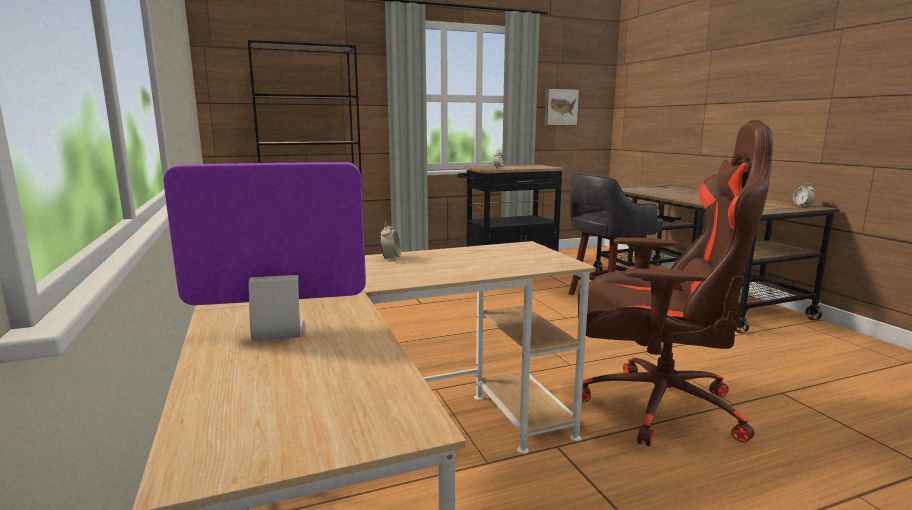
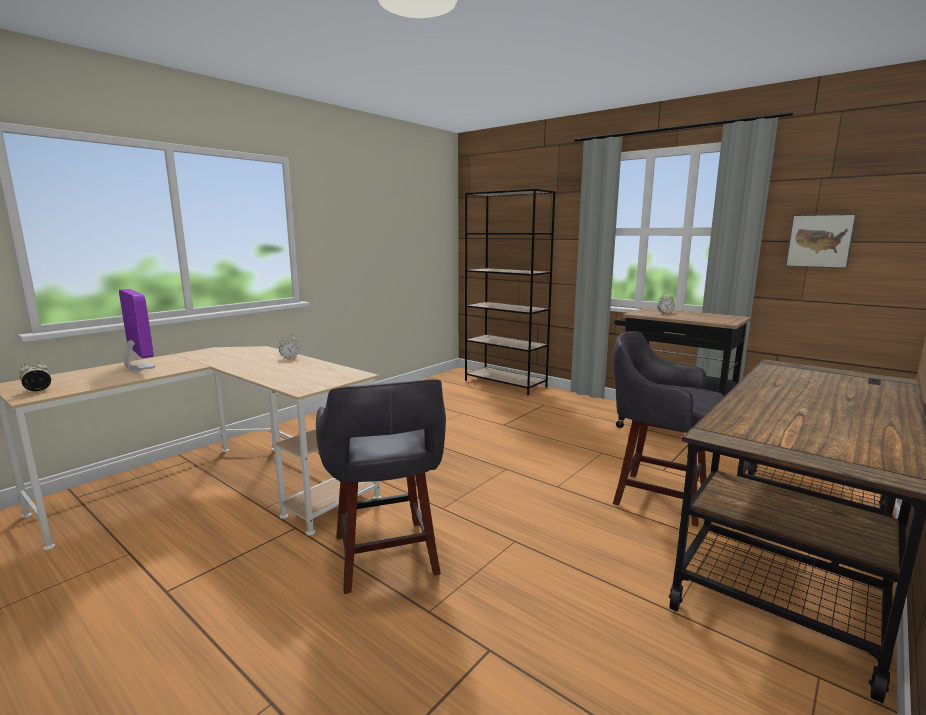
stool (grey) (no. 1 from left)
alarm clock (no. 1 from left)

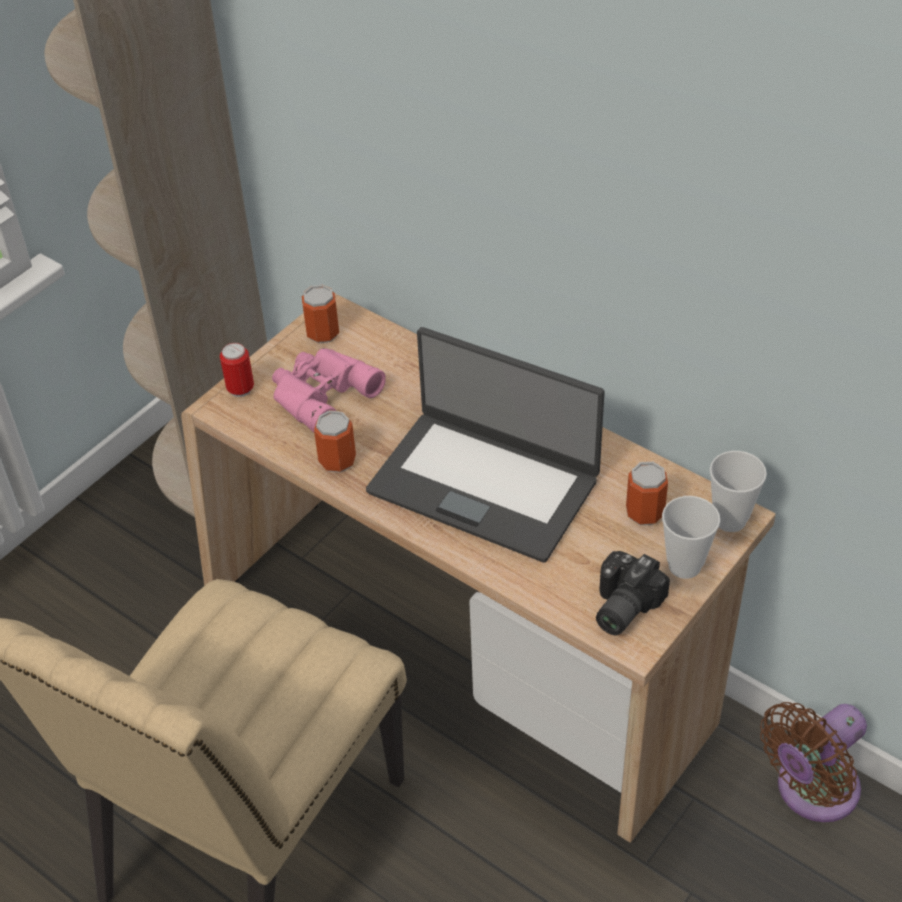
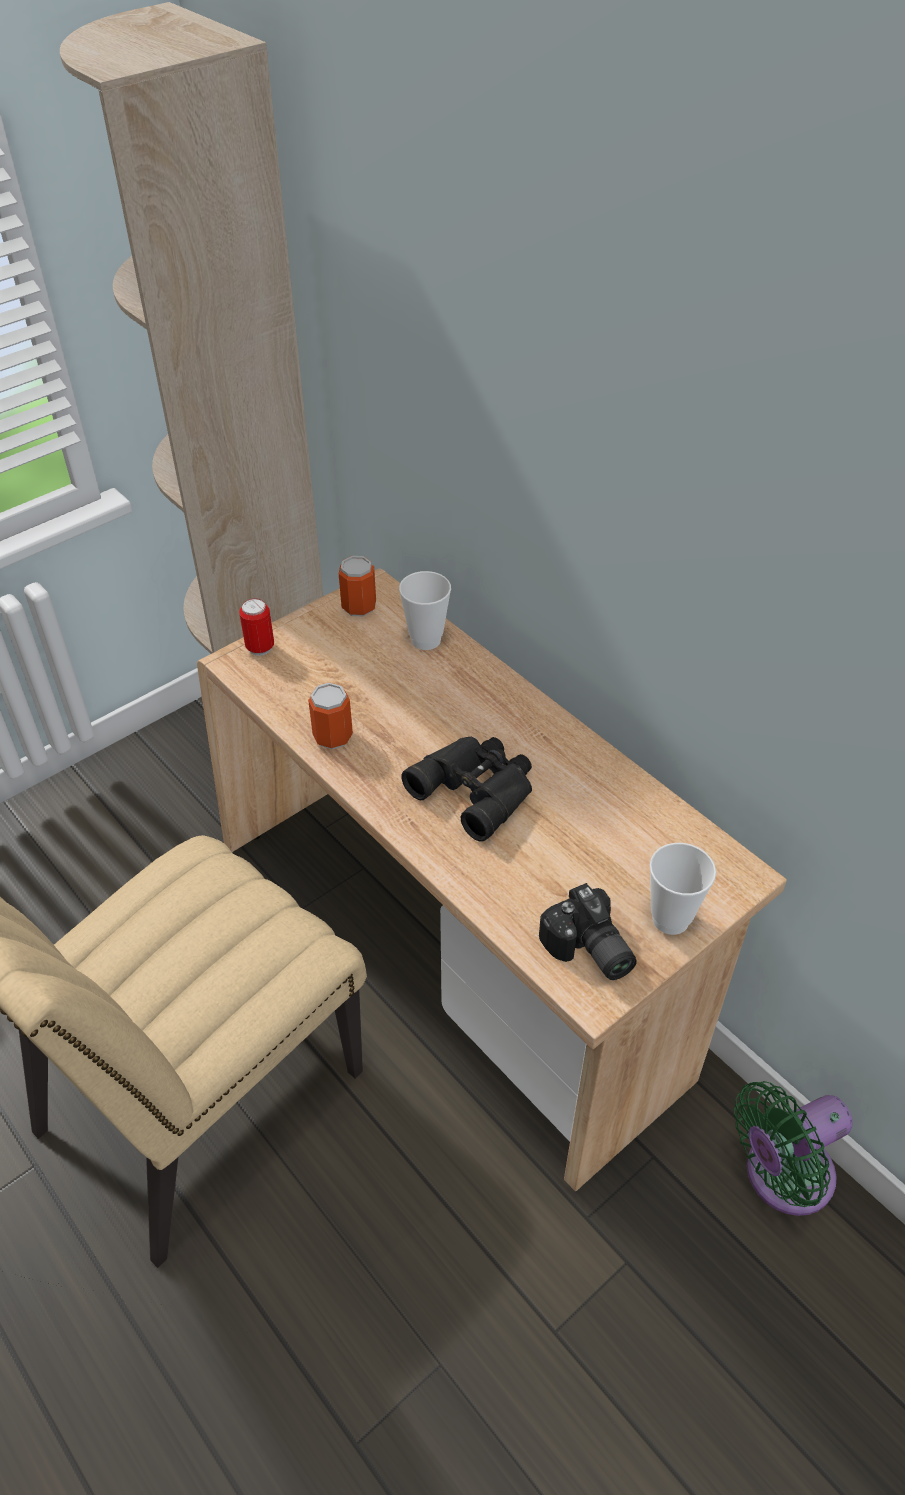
field glasses (pinkish)
field glasses (black)
still camera
can (no. 4 from left in the first image)
small cup (no. 1 from left)
electric fan (green)

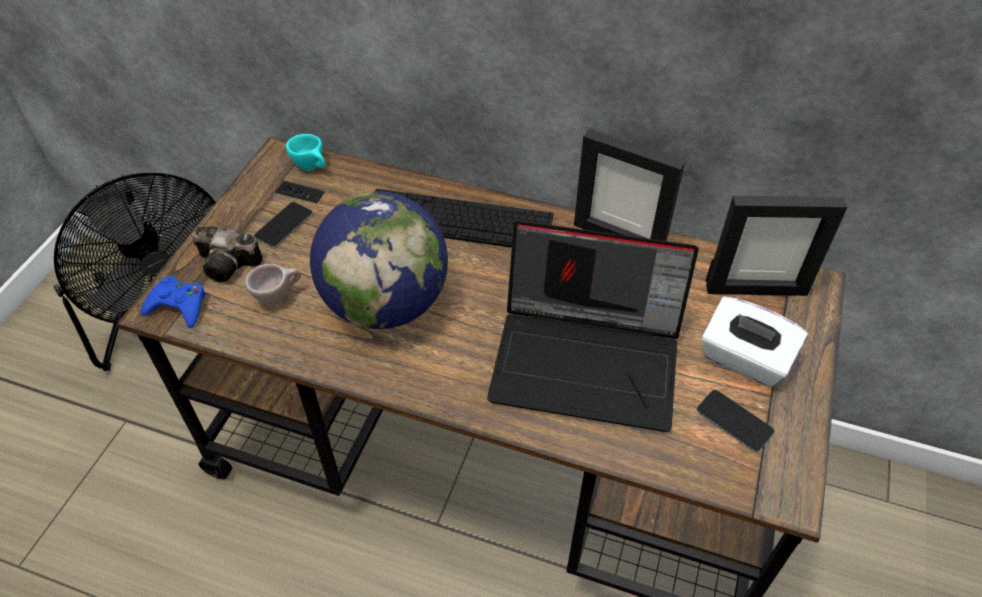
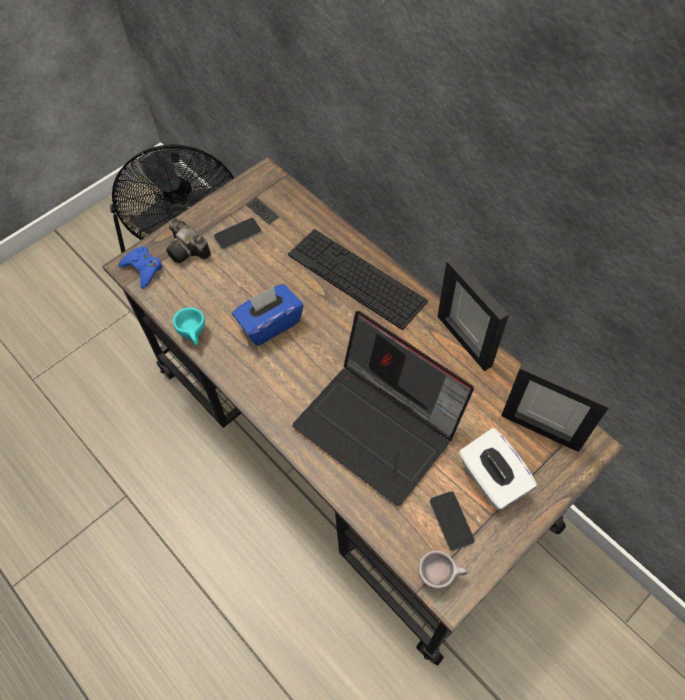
small cup (sand-coloured)
small cup (blue-green)
tissue box (blue)

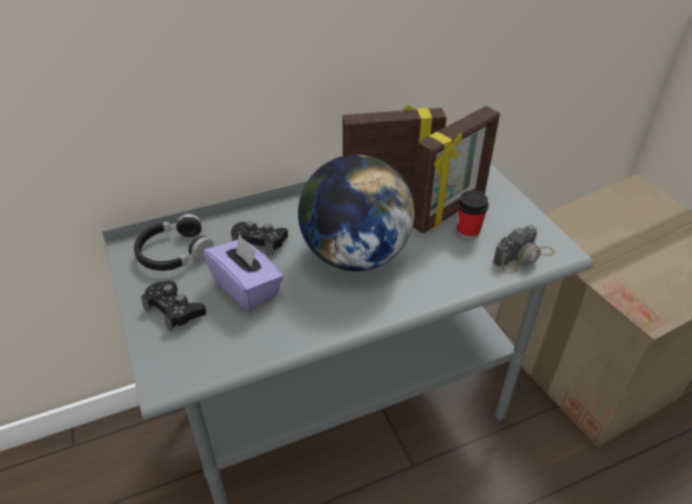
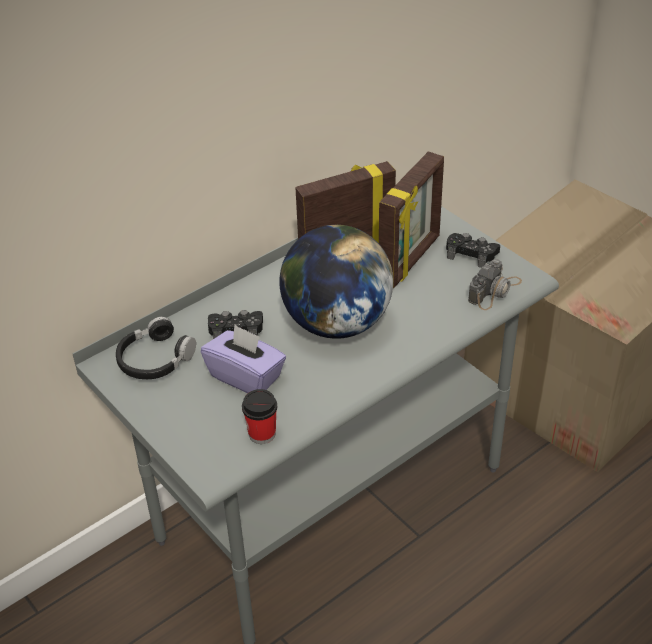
game controller (black) (no. 2 from left)
small cup

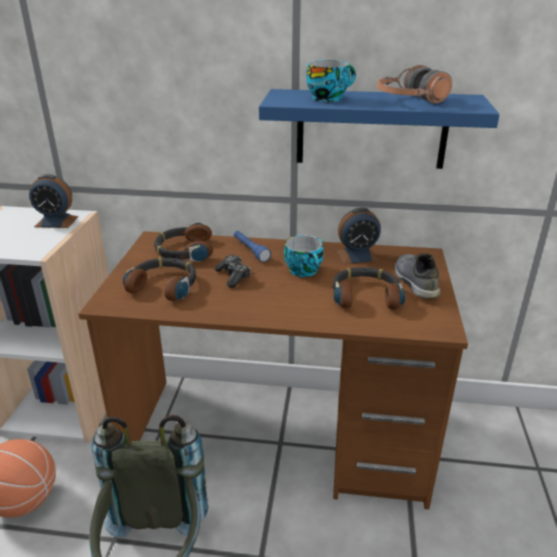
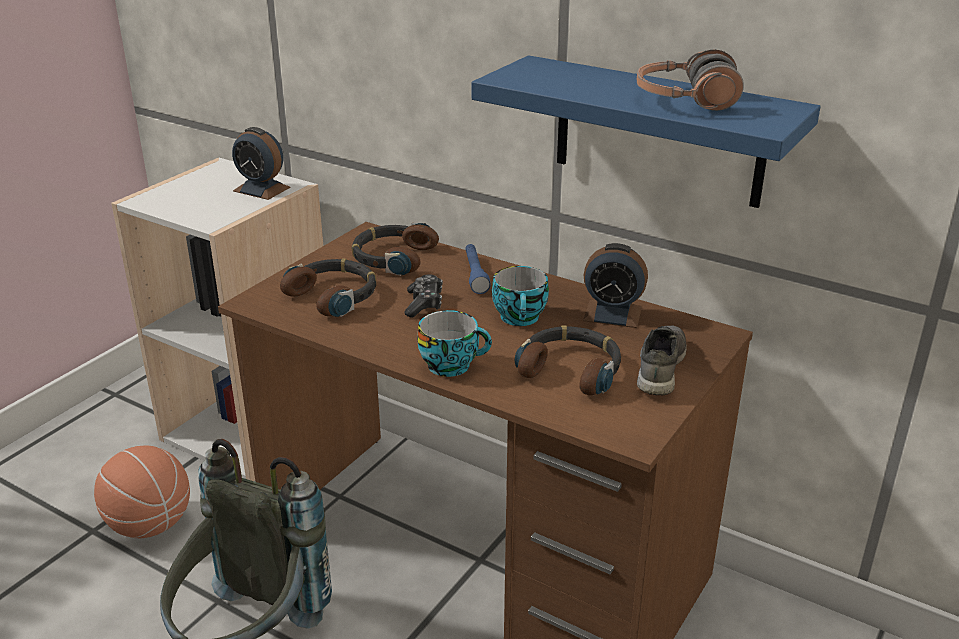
small cup (no. 1 from left)

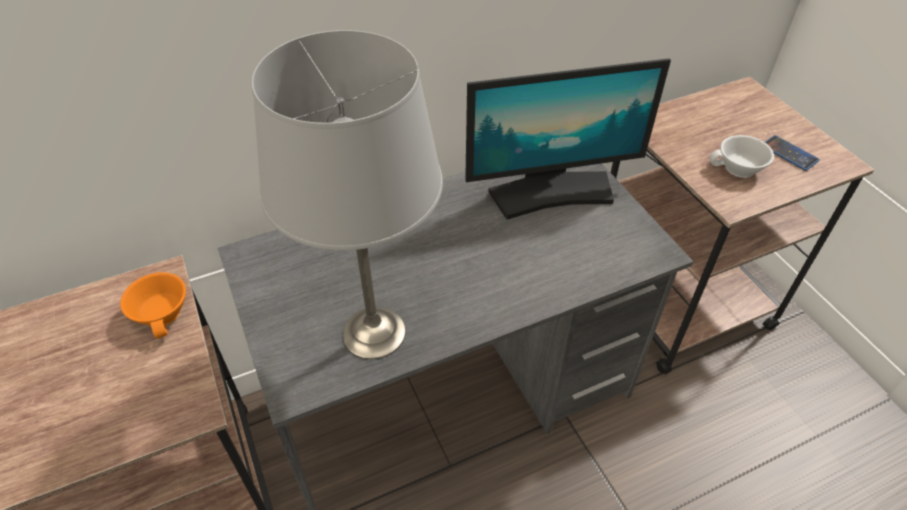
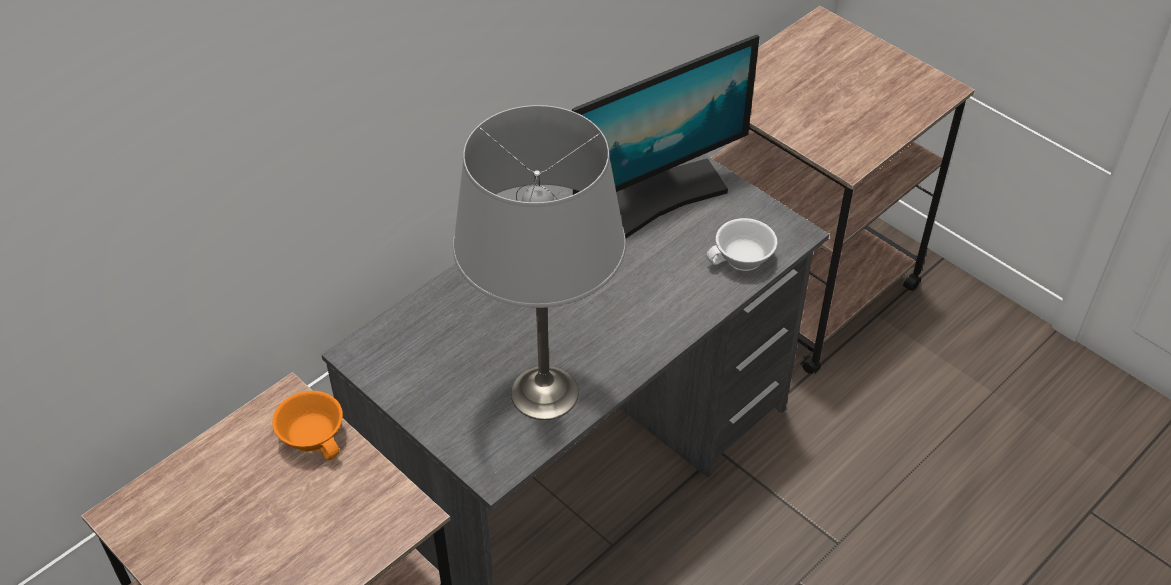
small cup (white)
phone

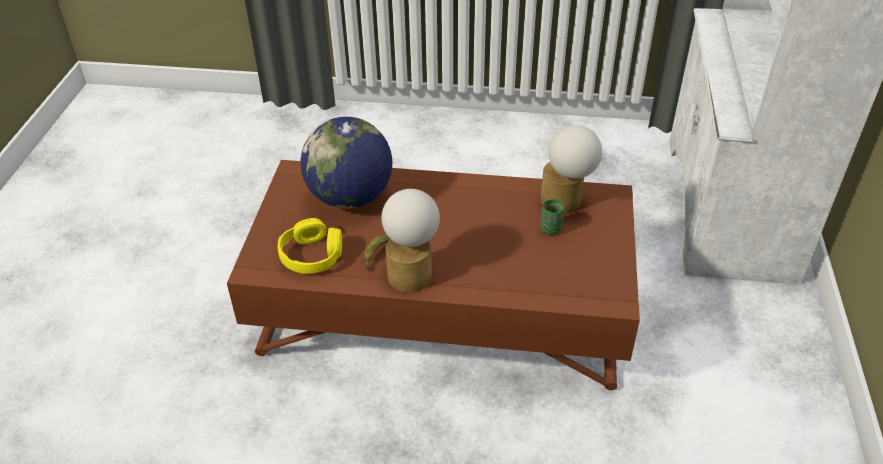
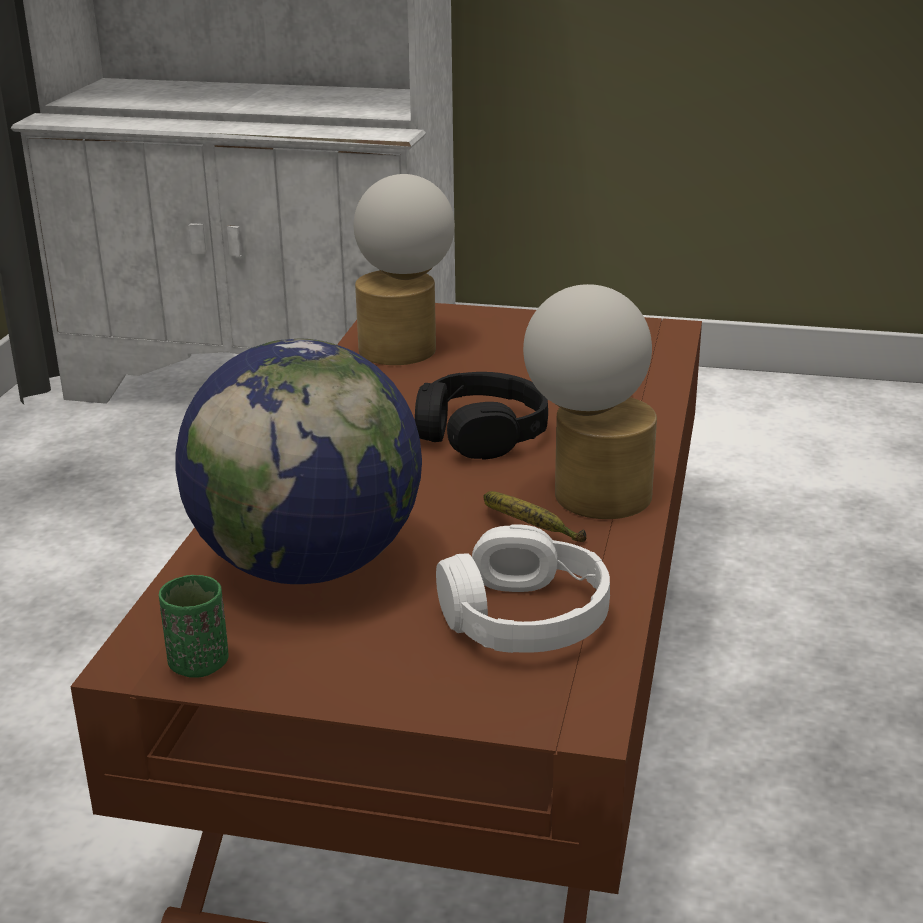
headphones (white)
small cup (green)
headphones (black)

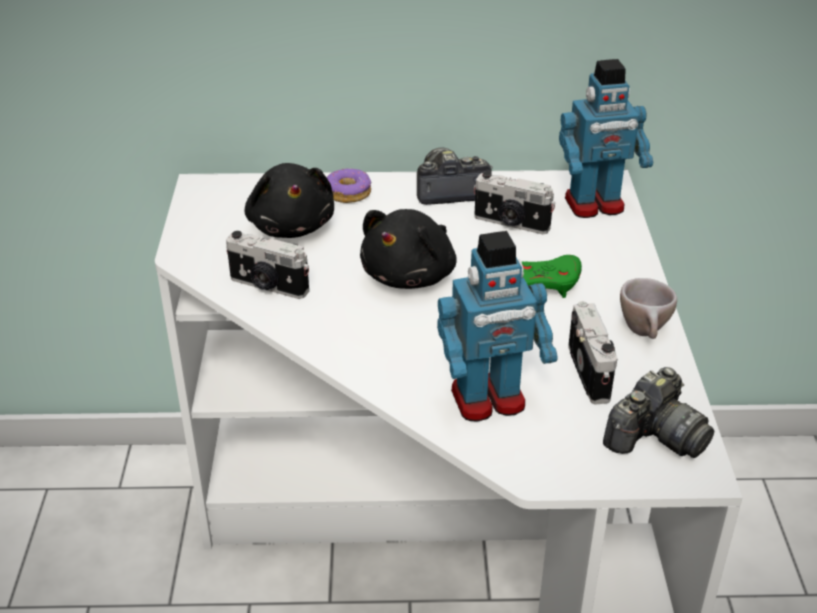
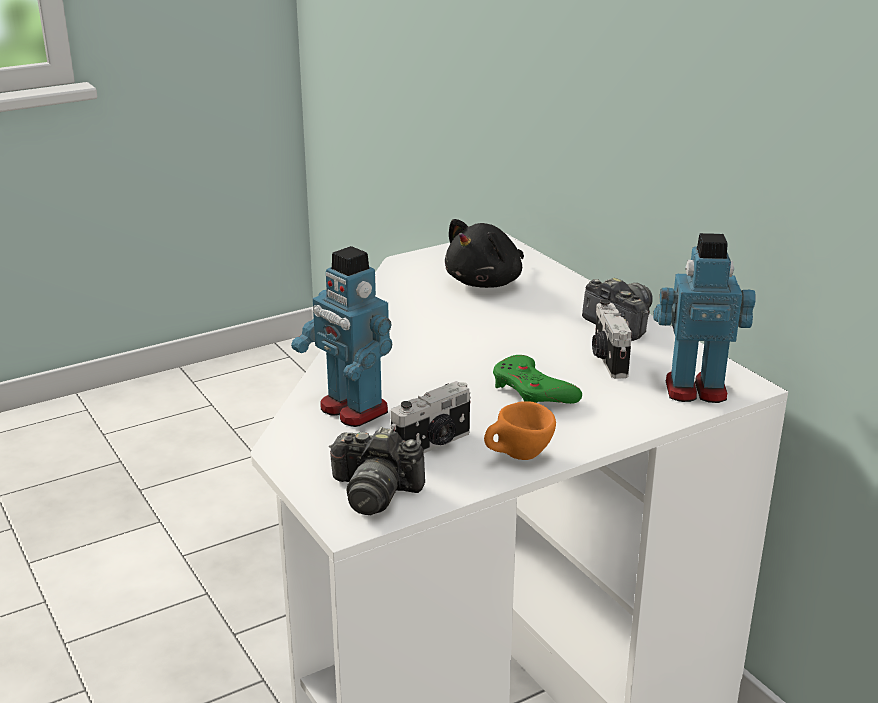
still camera (no. 1 from left in the first image)
donut
plush toy (black) (no. 2 from left in the first image)
model robot (no. 2 from left)
small cup (orange)

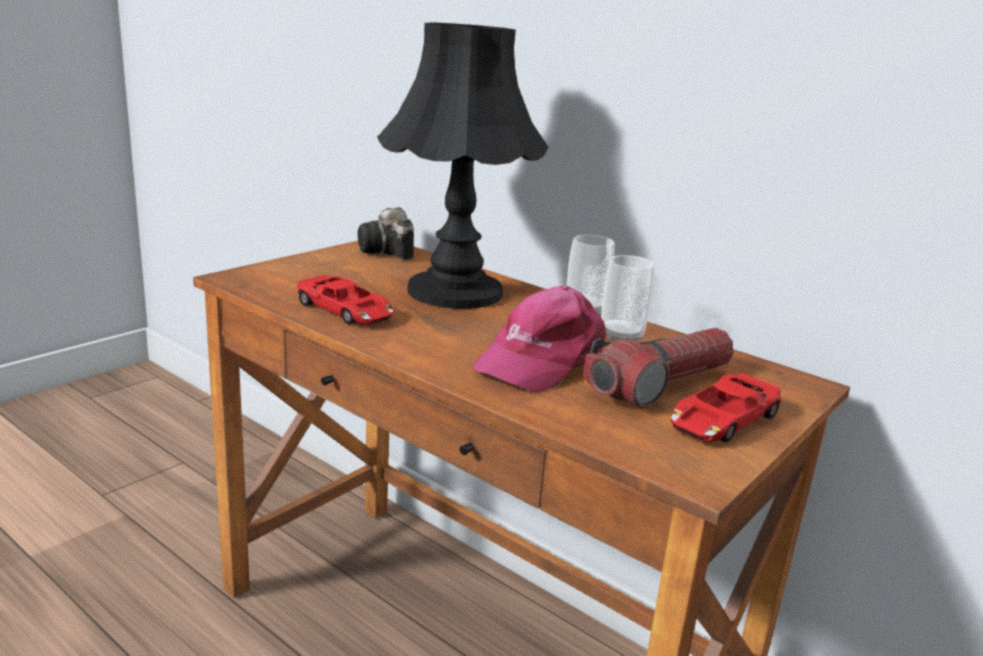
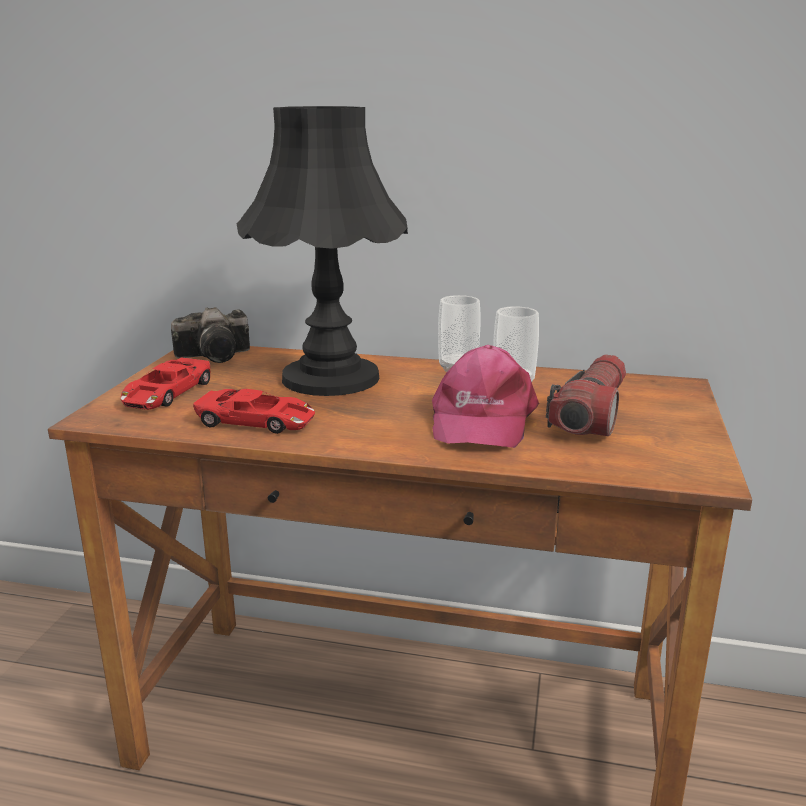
still camera
model car (reddish) (no. 1 from left)

